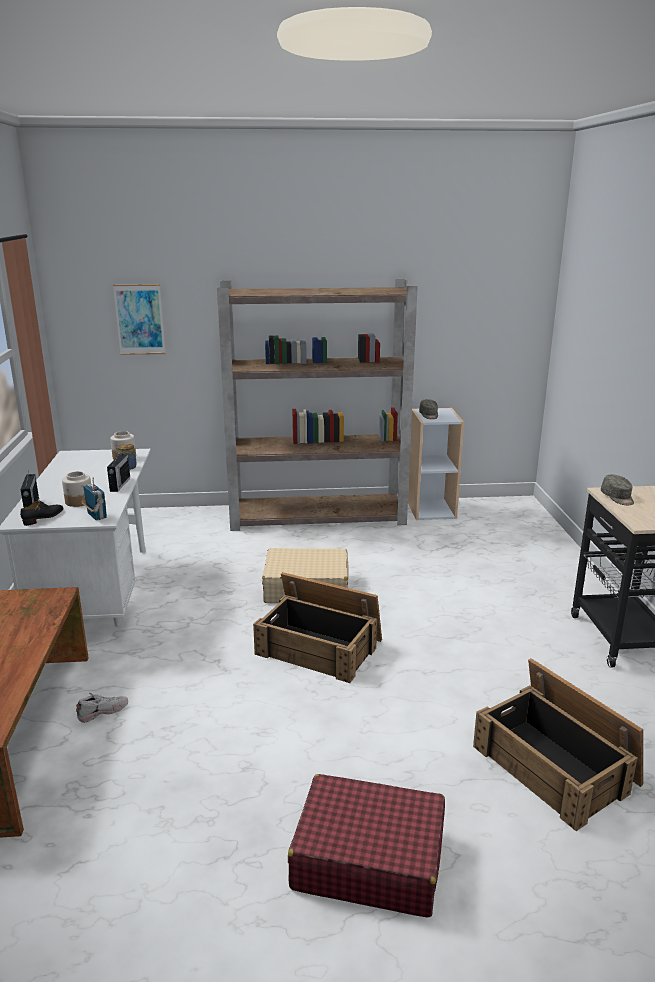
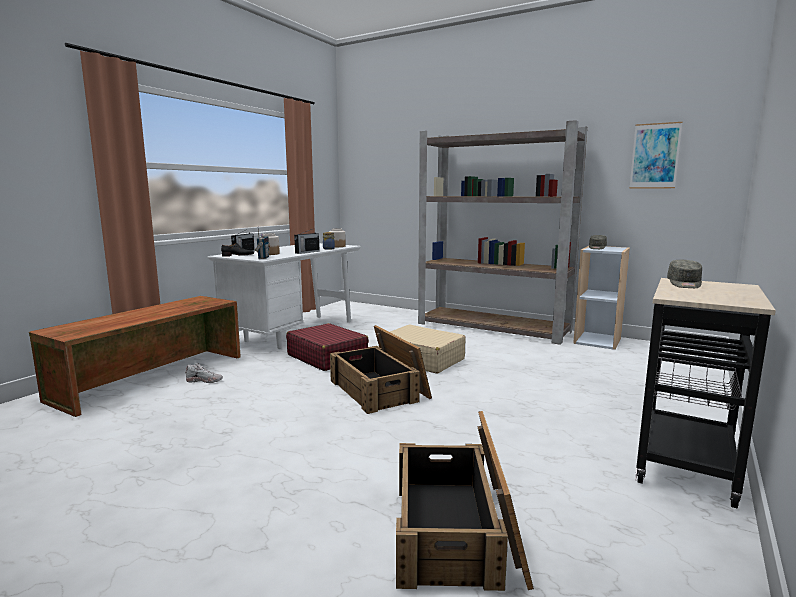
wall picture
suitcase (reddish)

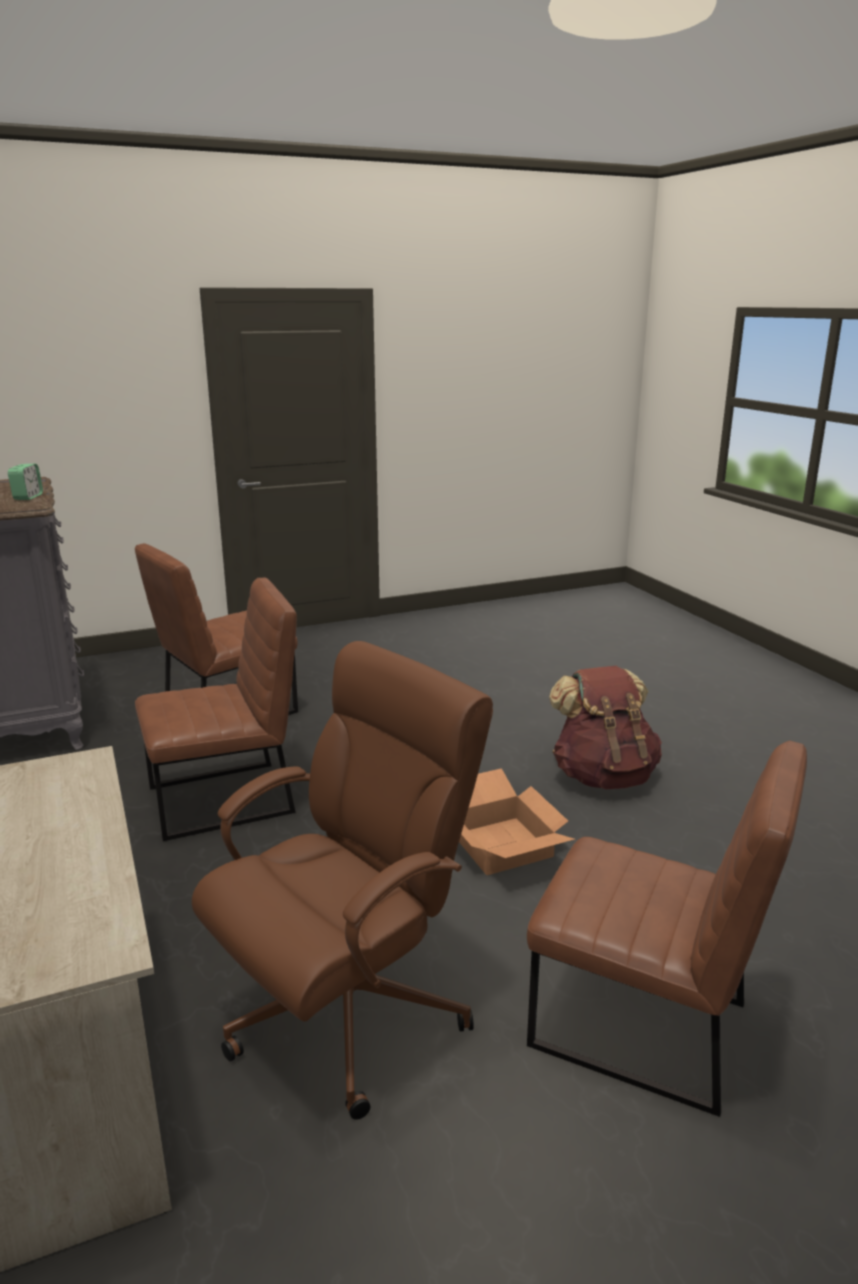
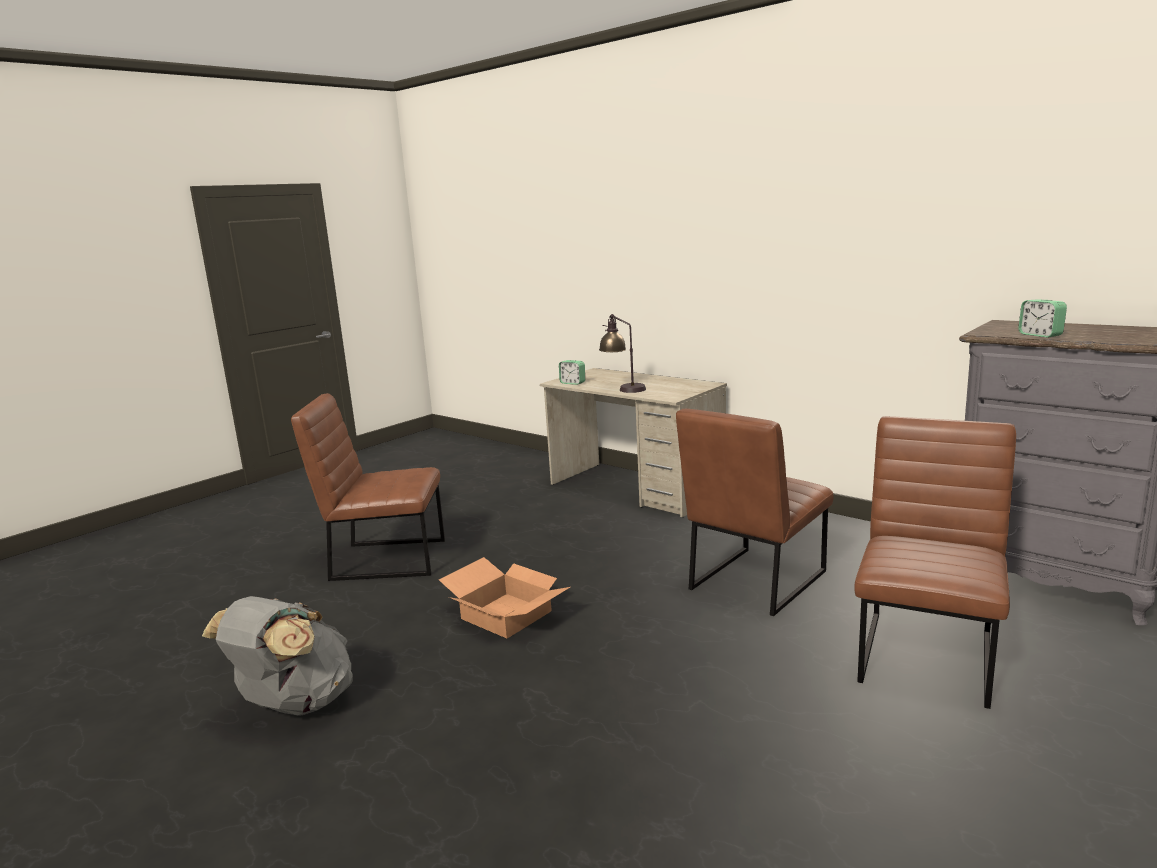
desk chair (brownish)
backpack (brownish)
backpack (grey)
alarm clock (no. 1 from left)
table lamp

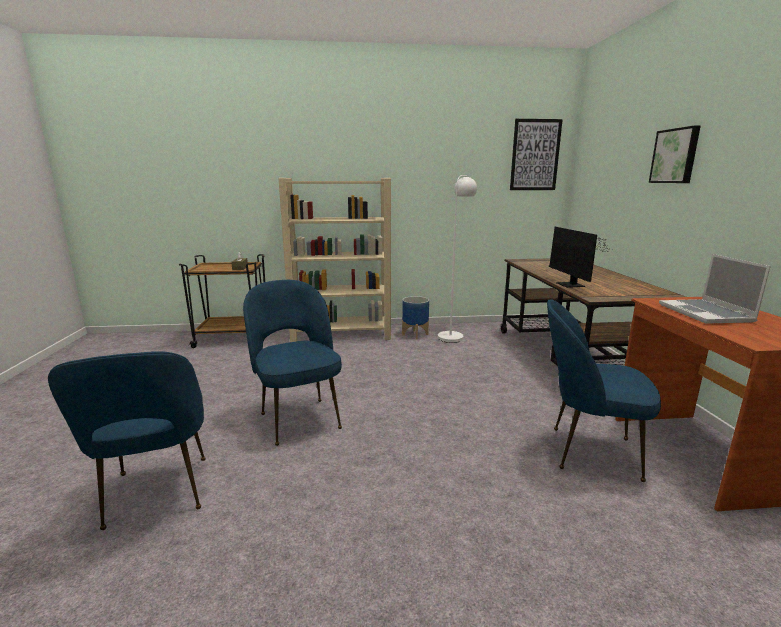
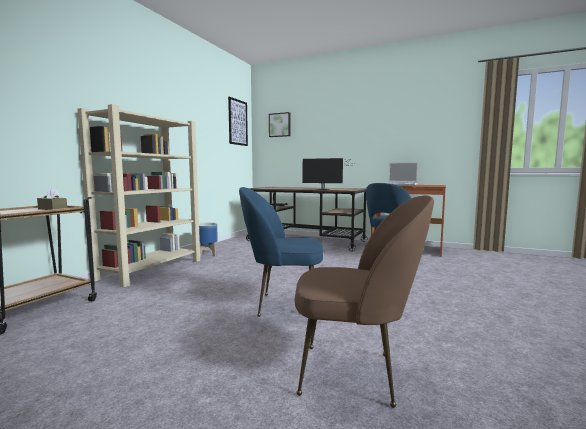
plain chair (brownish)
floor lamp (white)
wall picture (no. 2 from left)

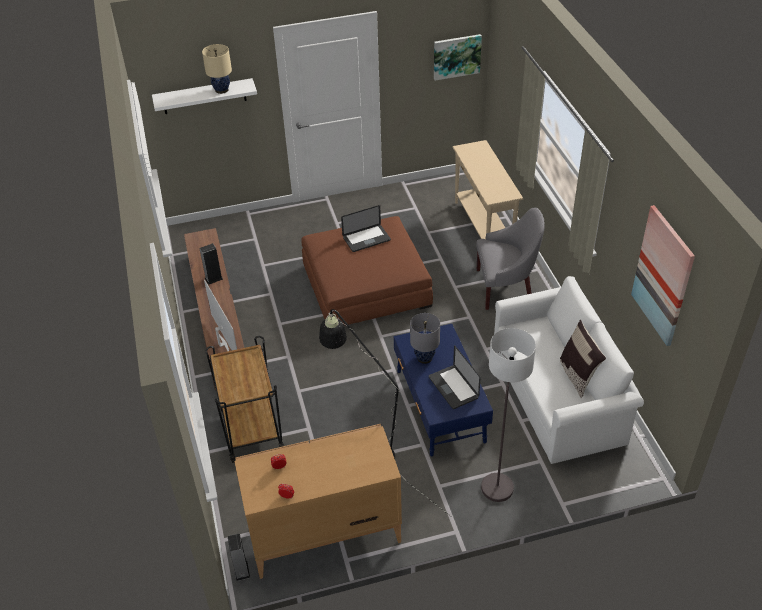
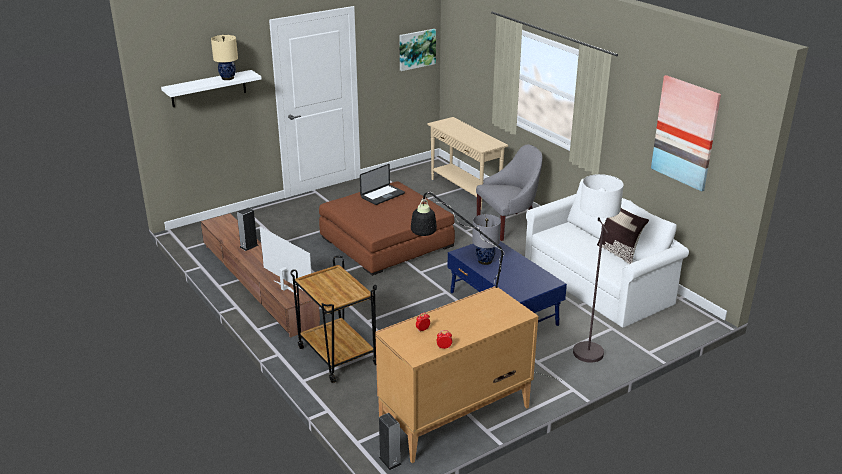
laptop (no. 2 from left in the first image)

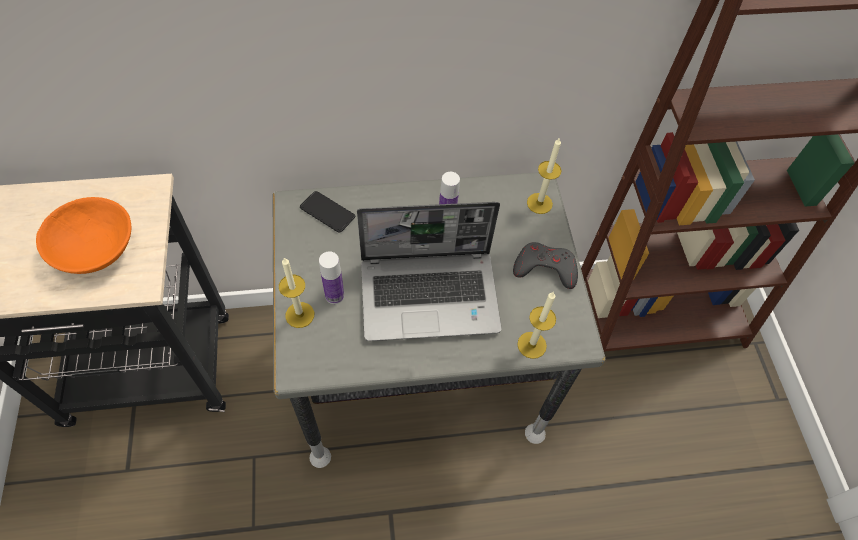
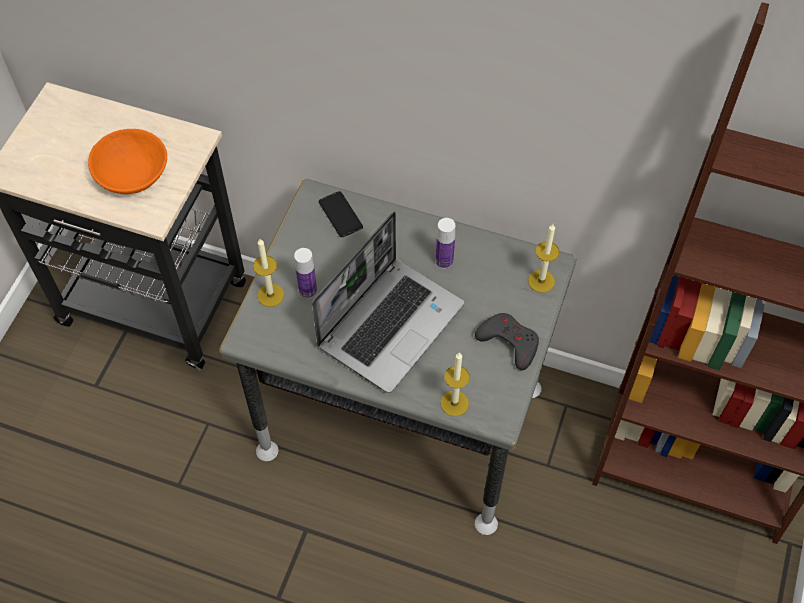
laptop

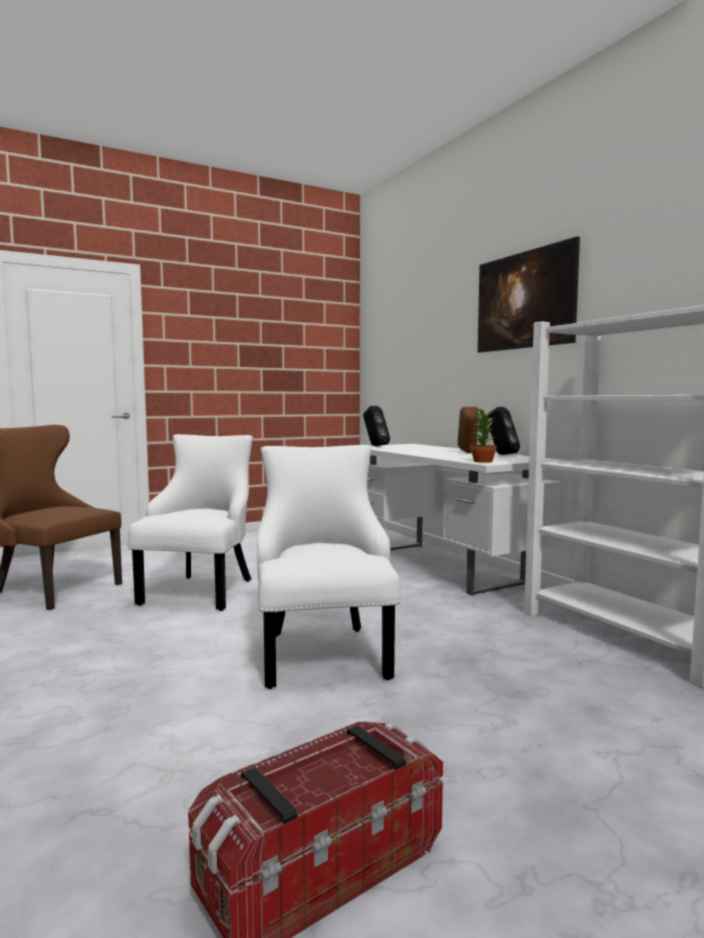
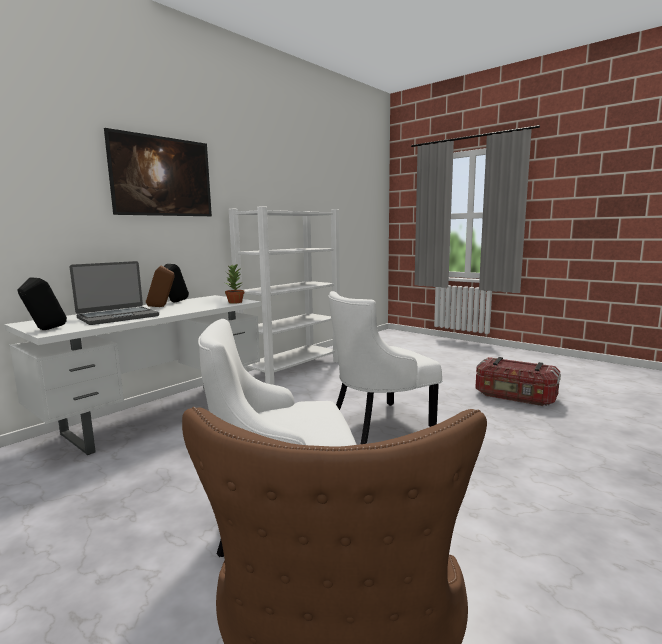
laptop

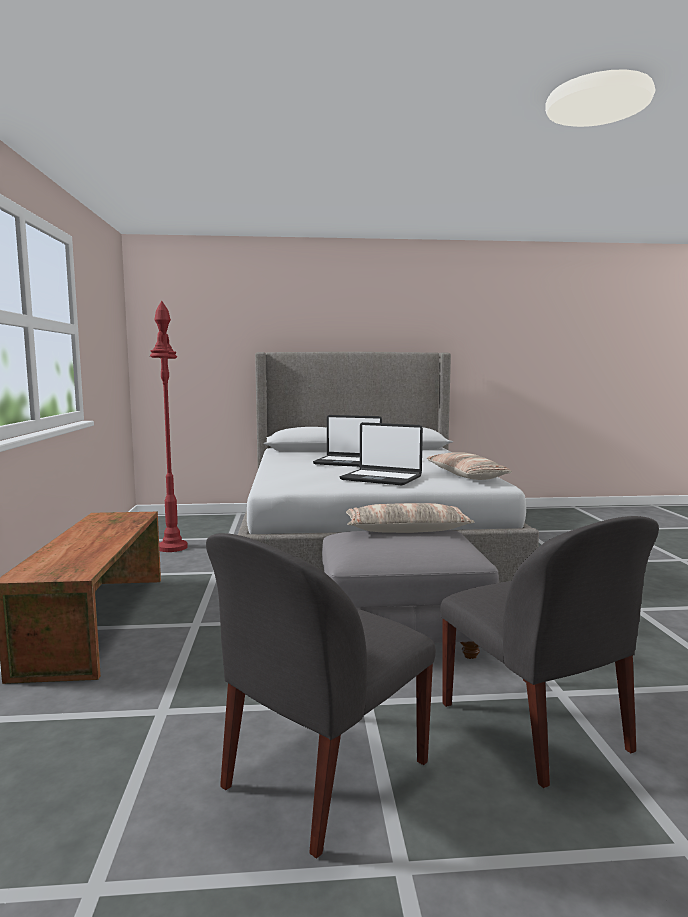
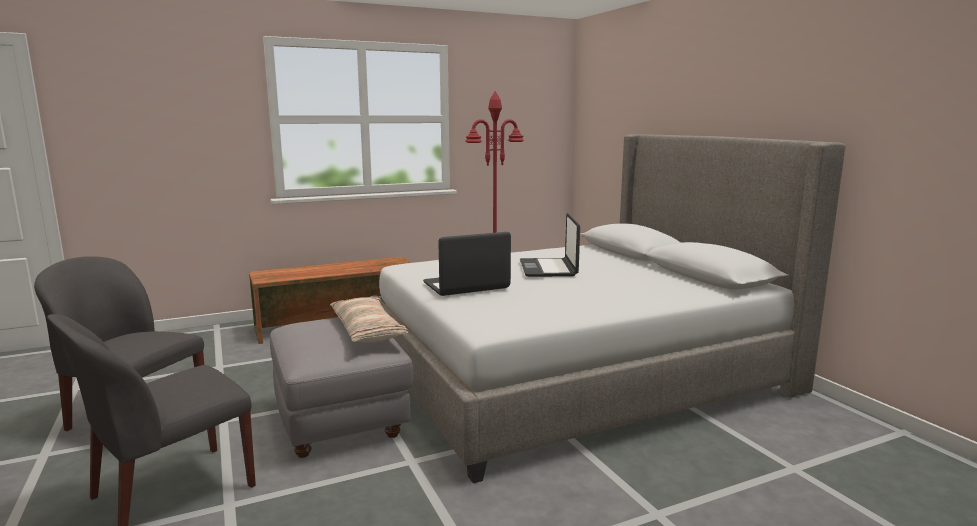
laptop (no. 1 from left)
cushion (no. 2 from left in the first image)

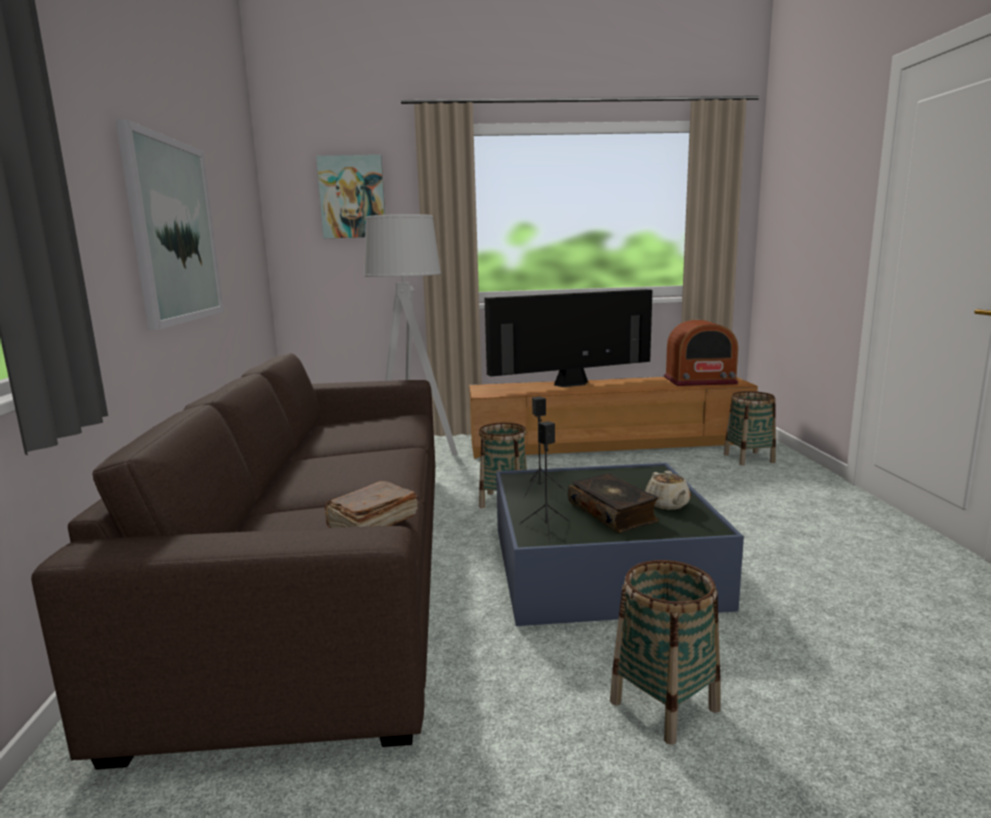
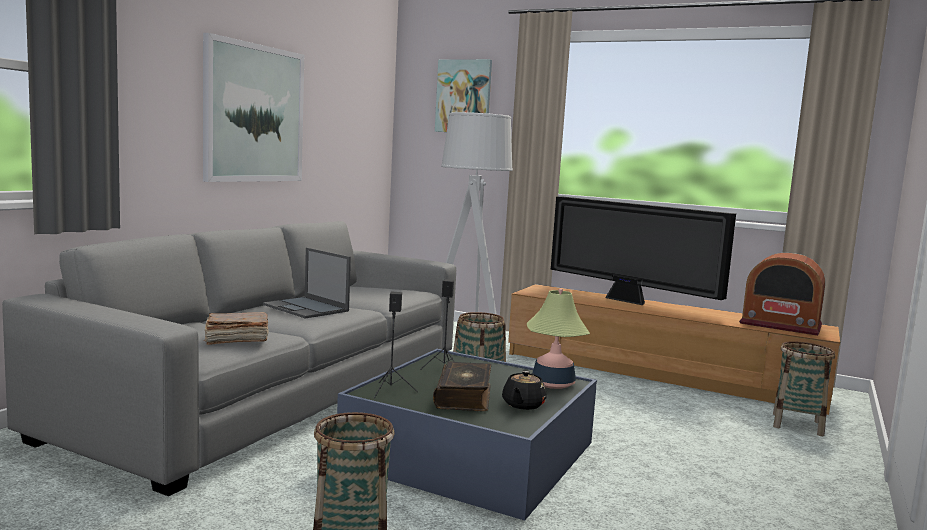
couch (grey)
TV set
teapot (black)
laptop
table lamp

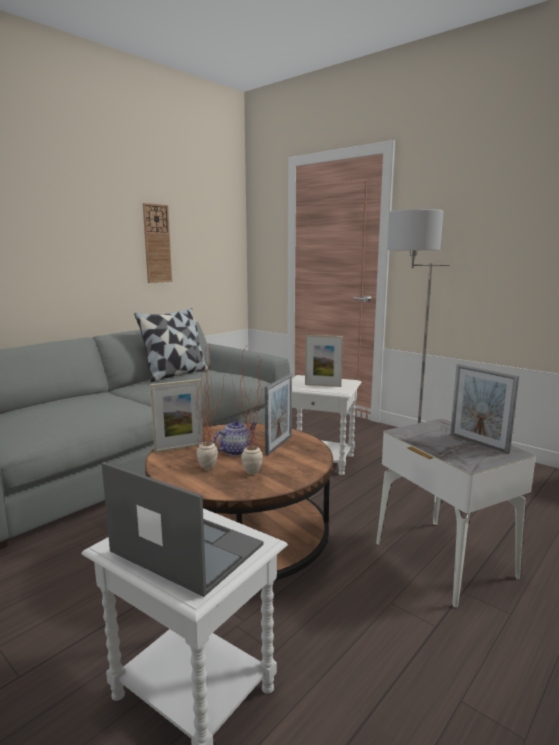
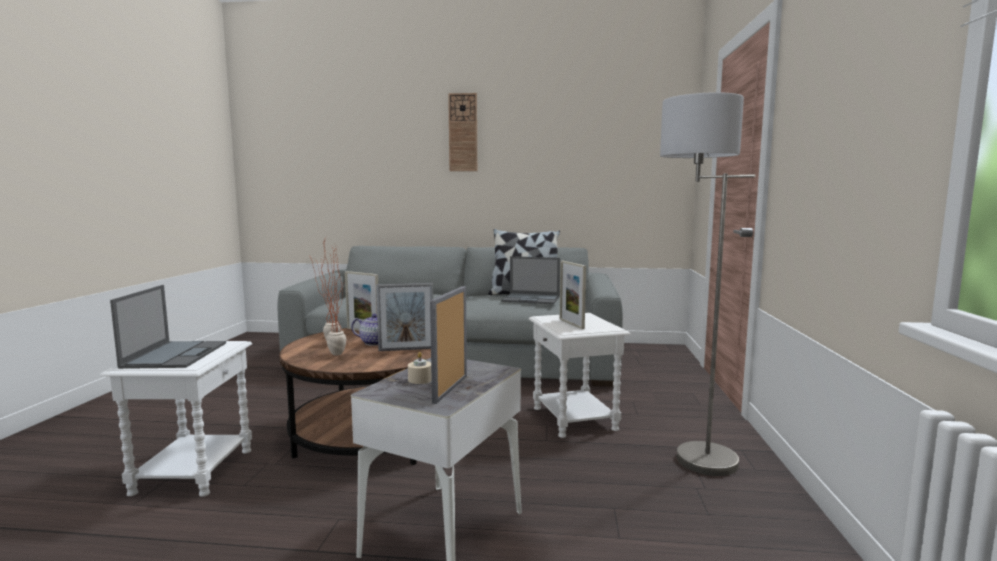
wall clock
candle (sand-coloured)
laptop (no. 2 from left)

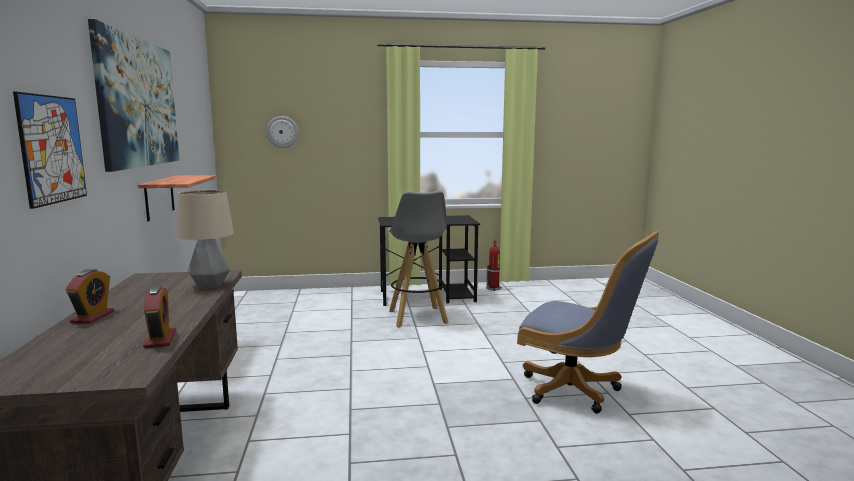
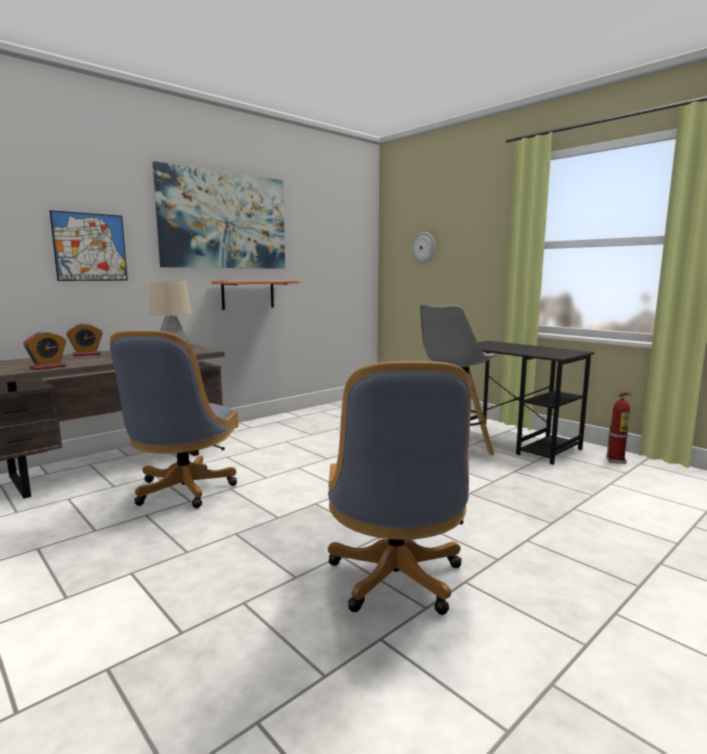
desk chair (blue) (no. 1 from left)

